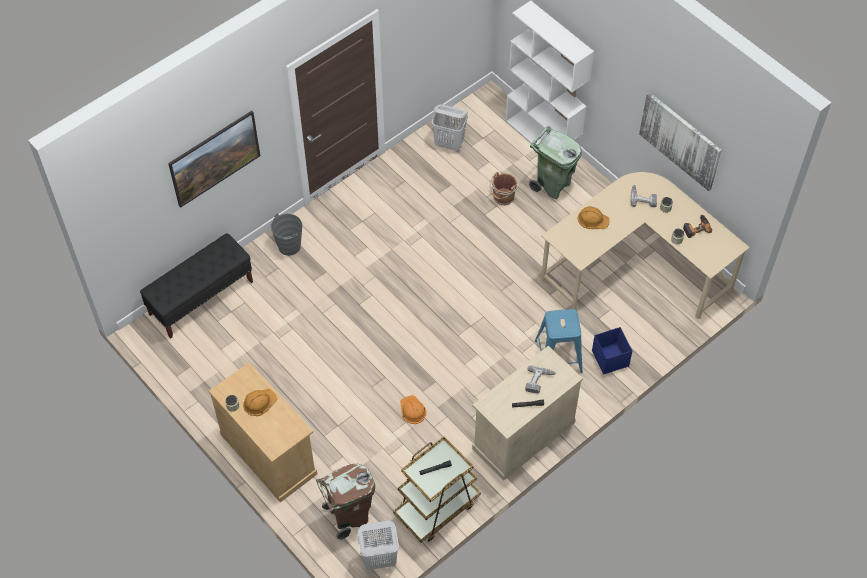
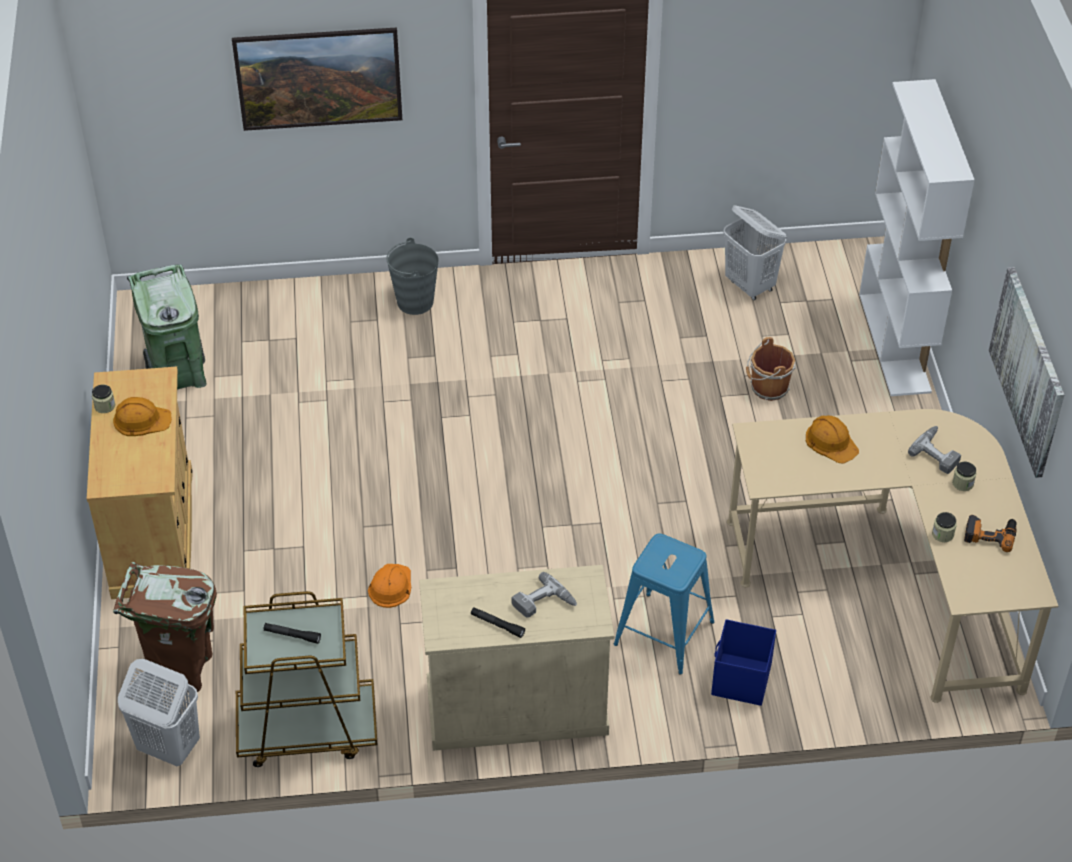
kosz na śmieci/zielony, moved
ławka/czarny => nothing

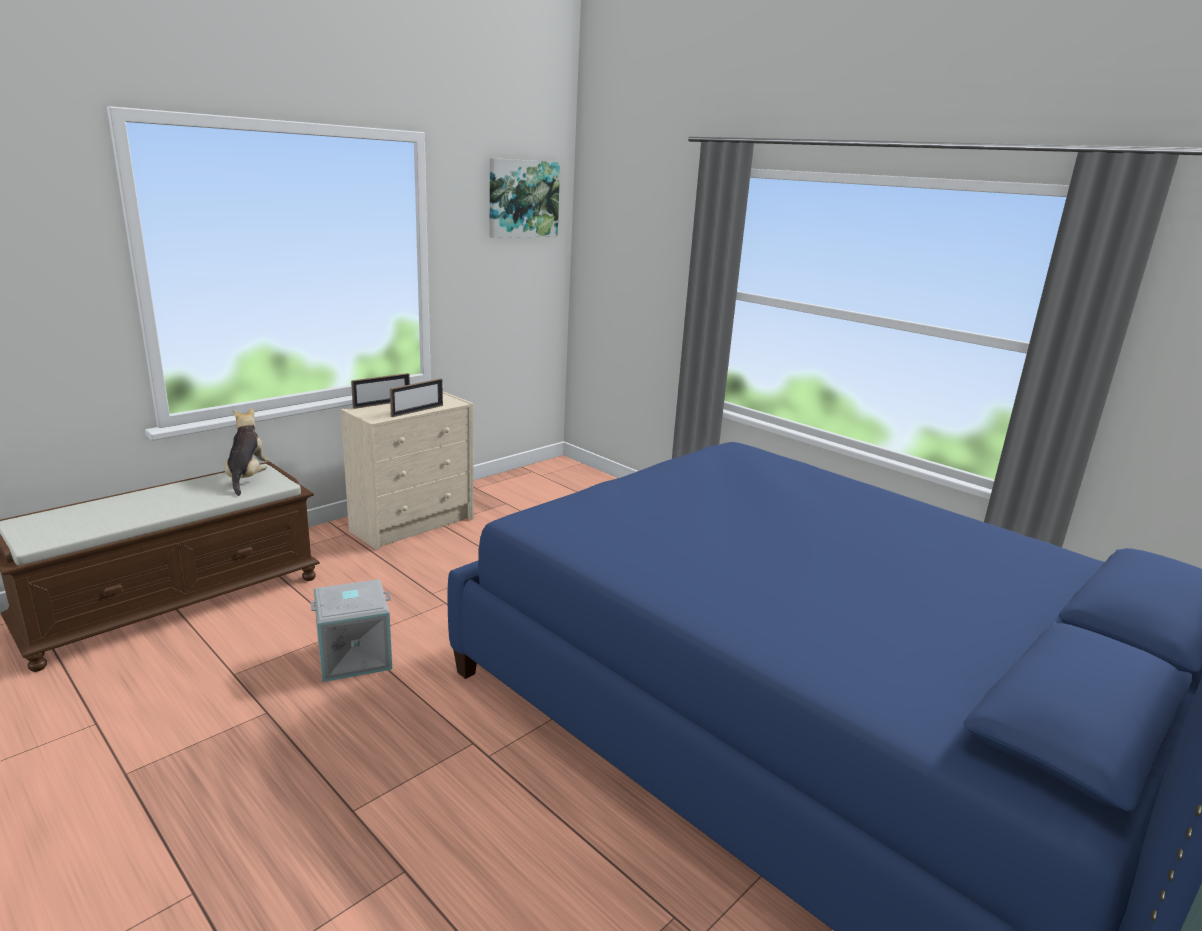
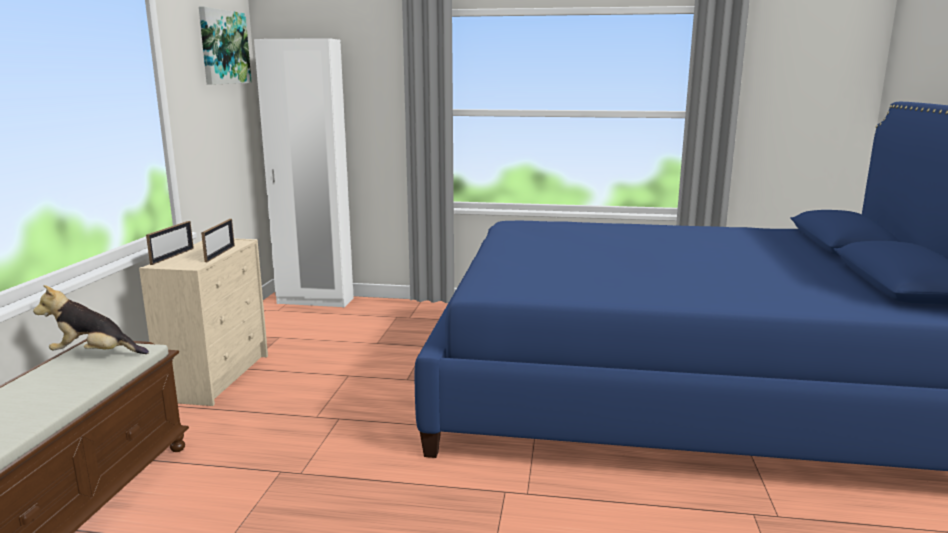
pluszak, 45 degrees counterclockwise
pojemnik do przechowywania/szary => nothing
nothing => szafa/biały

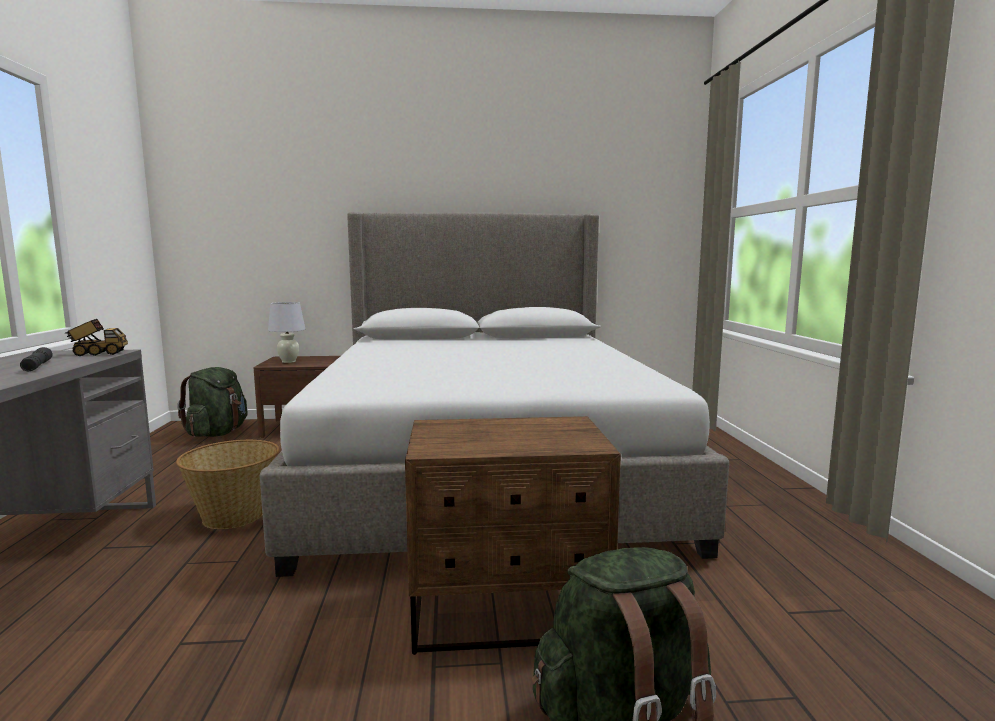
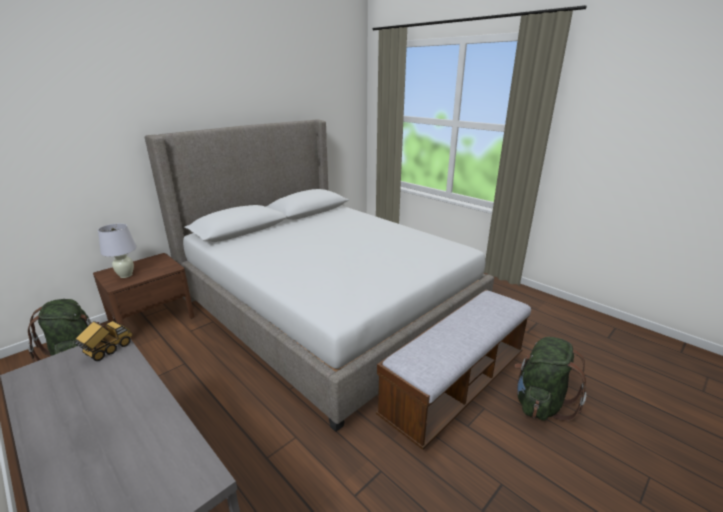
latarka/szary => nothing
szafka nocna/brązowy (2nd from left) => ławka
koszyk => nothing

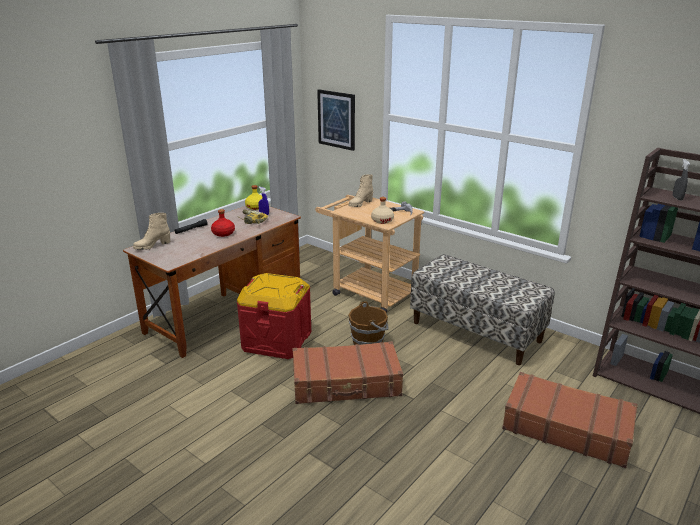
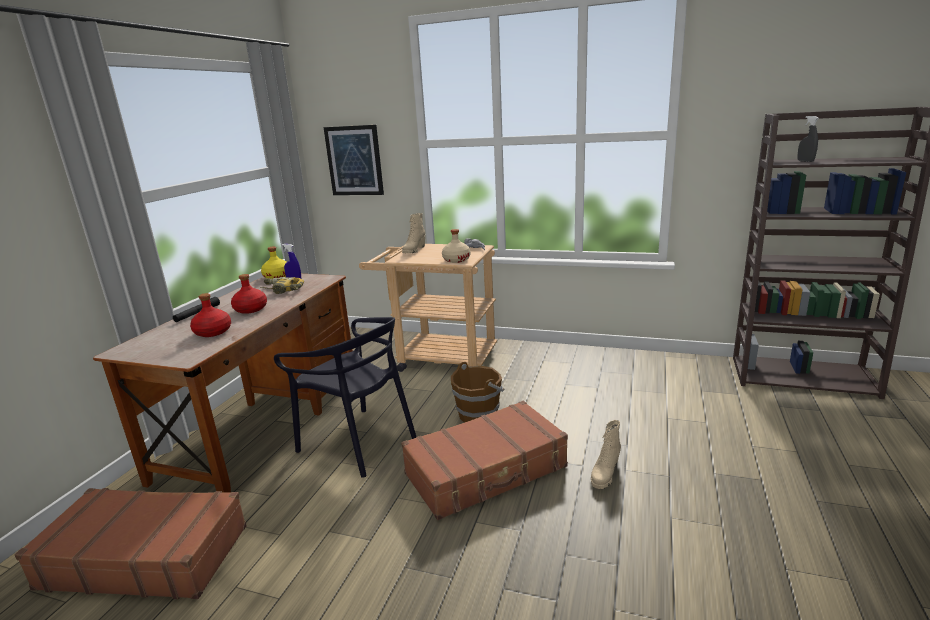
but z cholewką/beżowy (1st from left in the first image) => but z cholewką/beżowy (2nd from left), moved
ławka => nothing
pojemnik do przechowywania/czerwony => krzesło/czarny
walizka/brązowy (2nd from left in the first image) => walizka/brązowy (1st from left), moved
nothing => butelka/czerwony (1st from left)

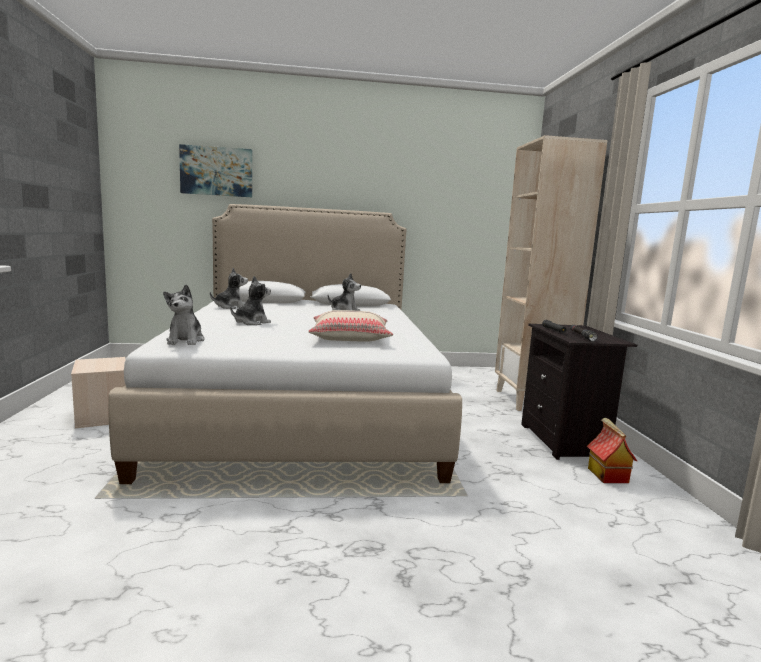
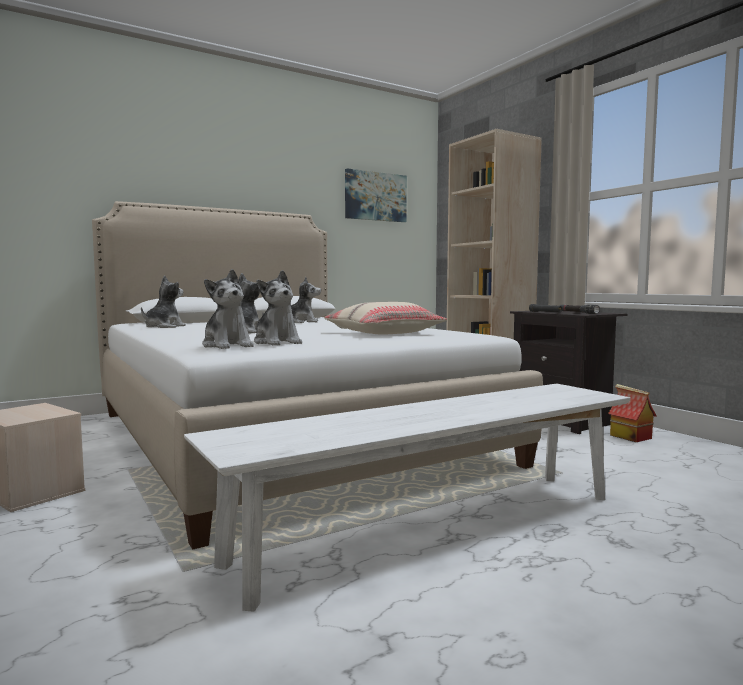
obraz, moved
nothing => pluszak (4th from left)
nothing => ławka/biały

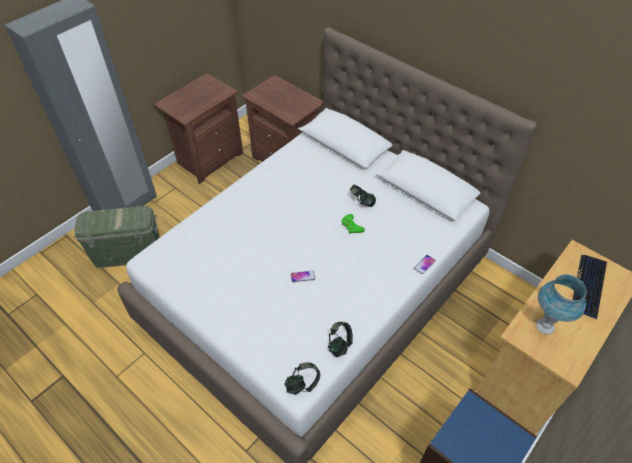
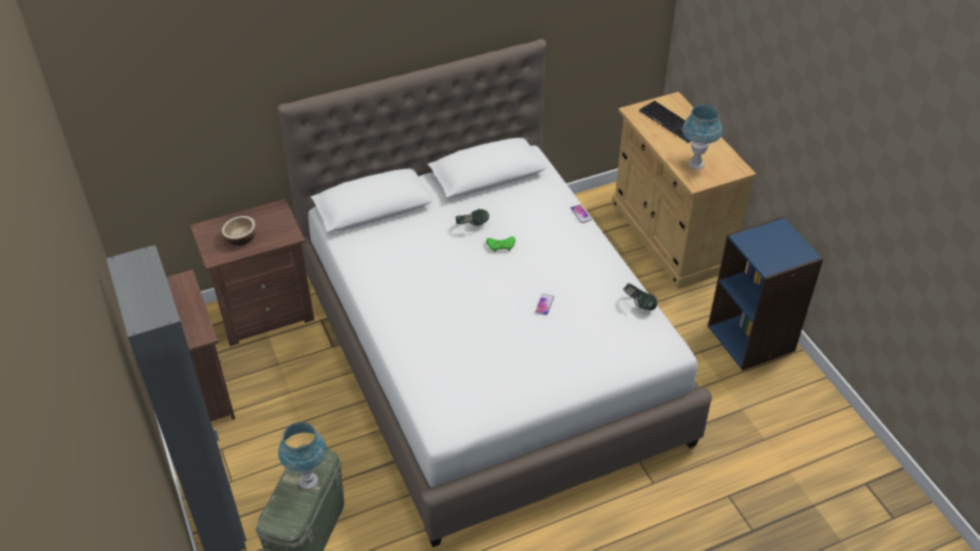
słuchawki (1st from left) => nothing
nothing => miska
nothing => lampa stołowa/niebieski (1st from left)

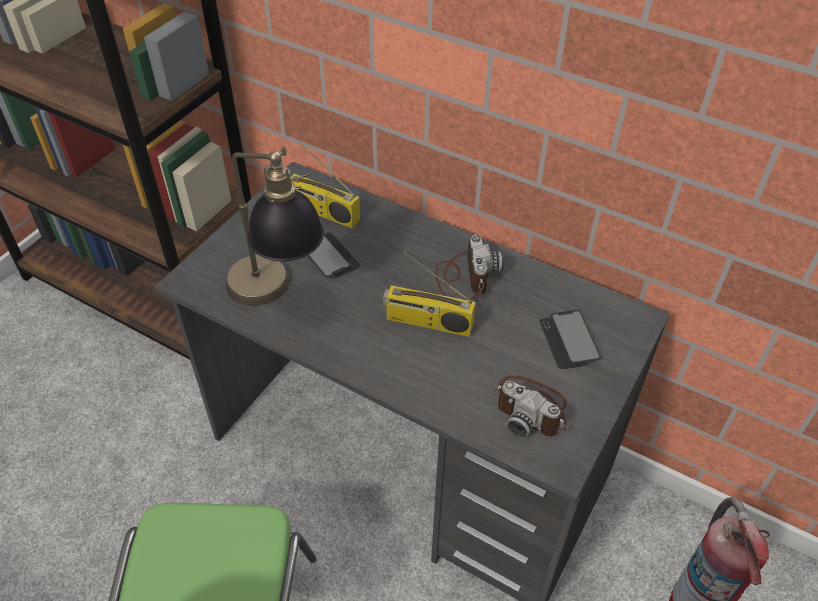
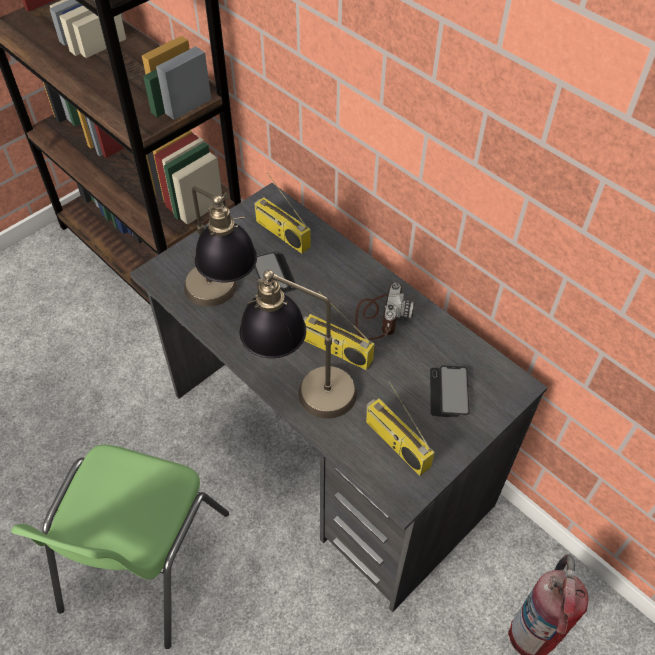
aparat fotograficzny (2nd from left) => radio (3rd from left)
nothing => lampa stołowa (2nd from left)

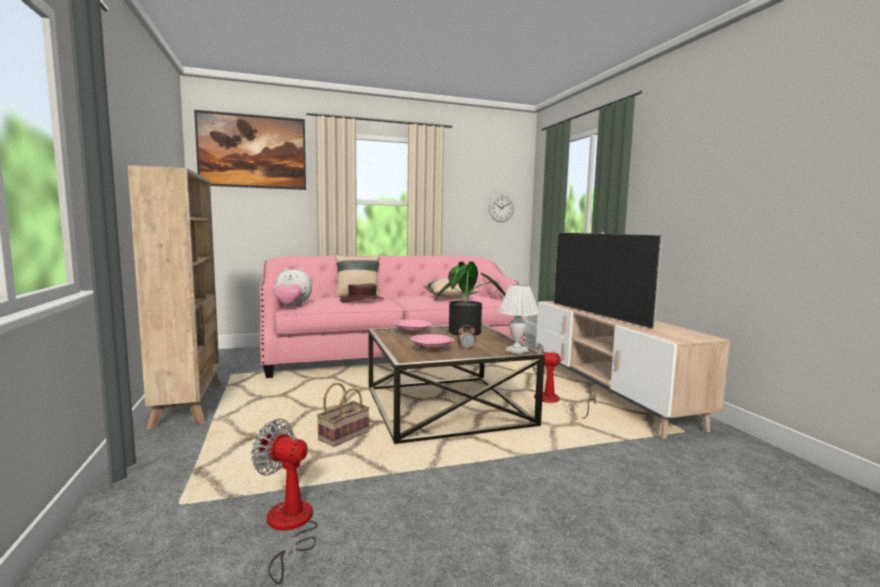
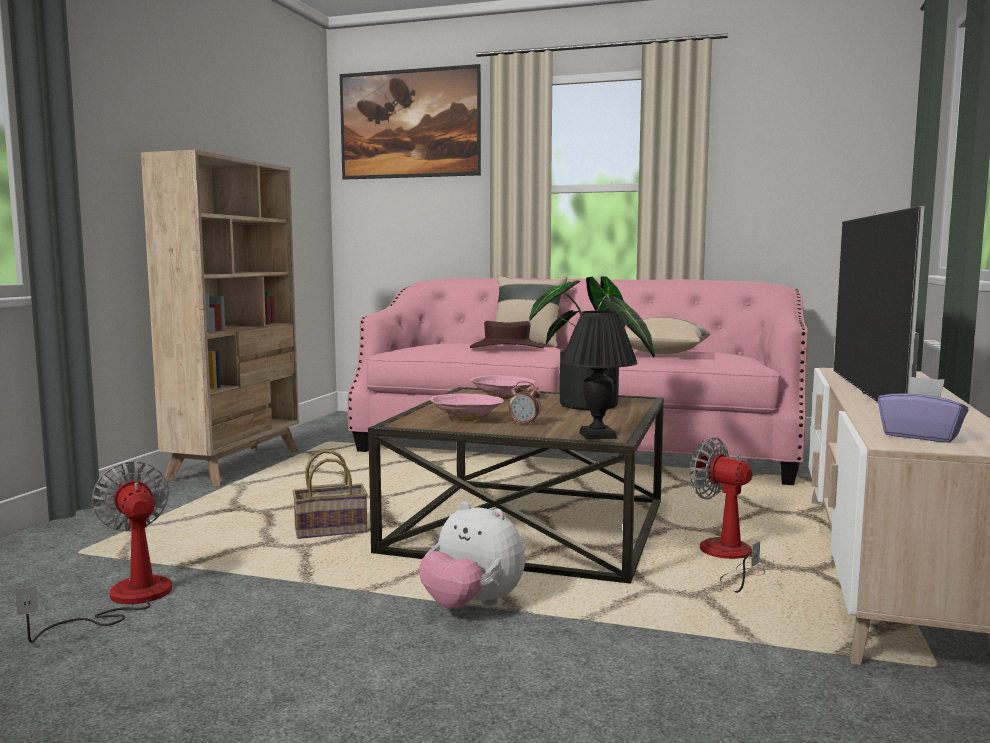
zegar ścienny => nothing
pluszak, moved
lampa stołowa/biały => lampa stołowa/czarny
nothing => pudełko chusteczek/fioletowy

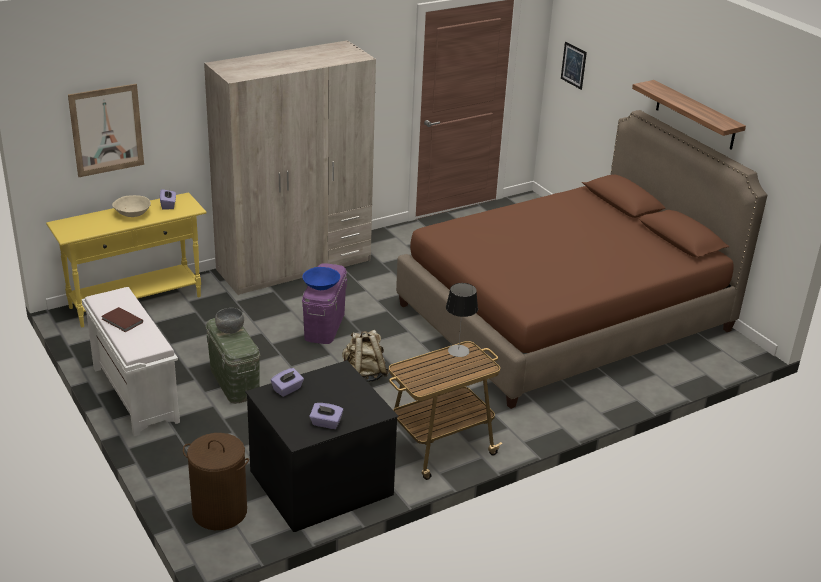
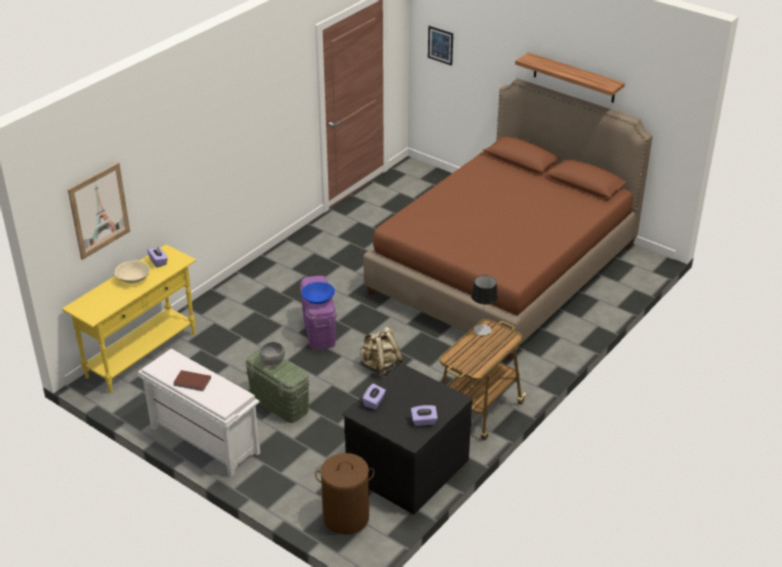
szafa/beżowy => nothing

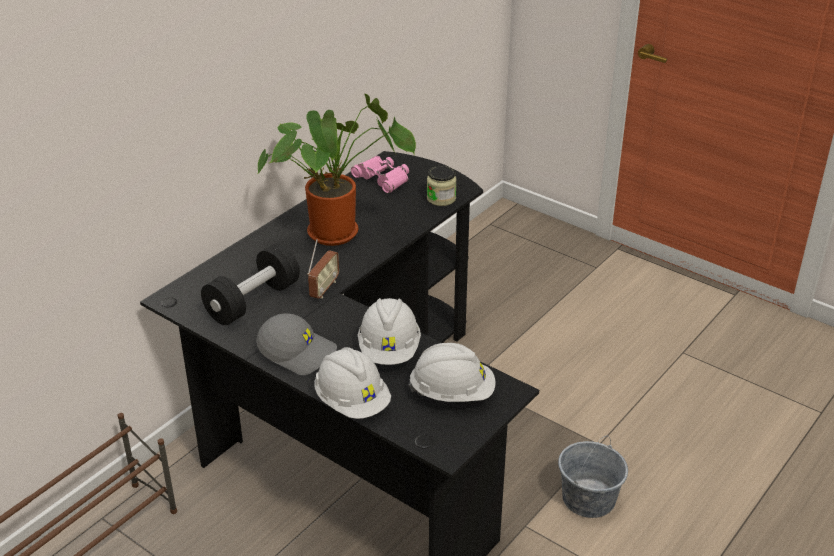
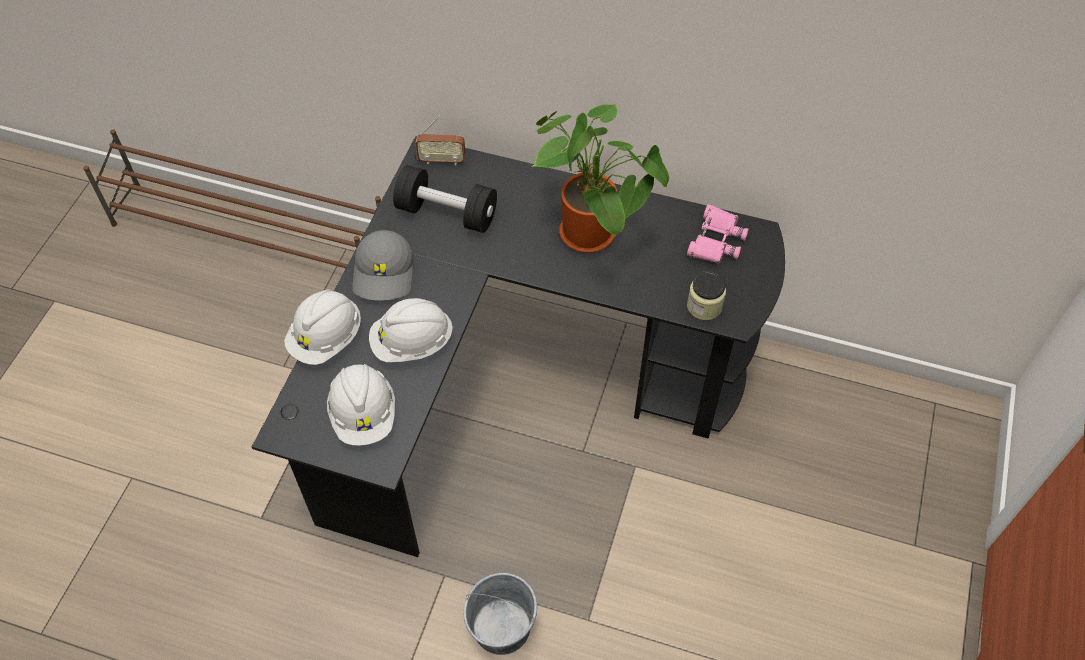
radio, moved

